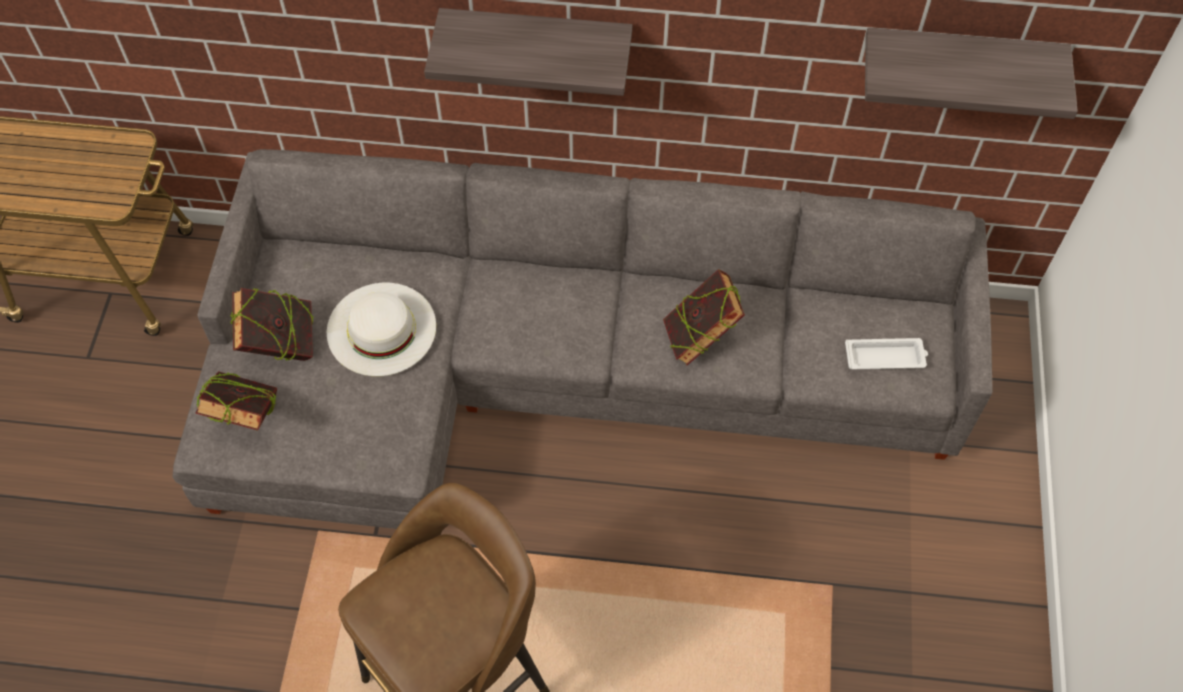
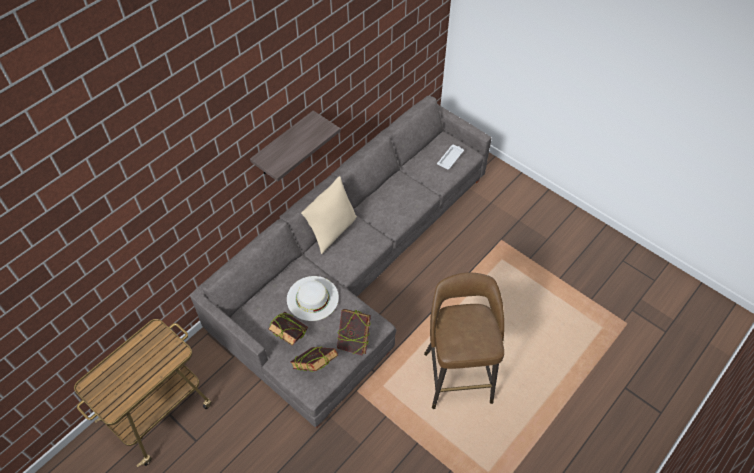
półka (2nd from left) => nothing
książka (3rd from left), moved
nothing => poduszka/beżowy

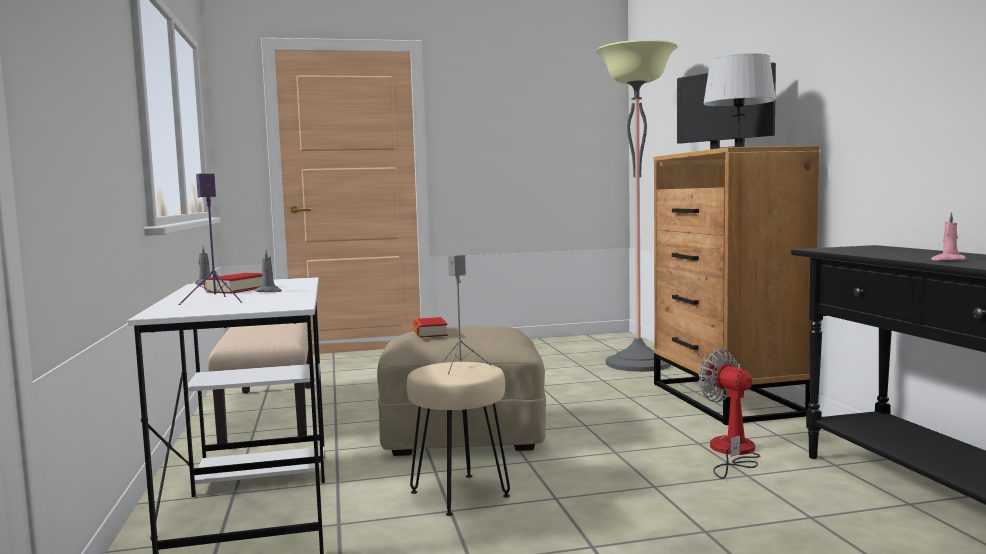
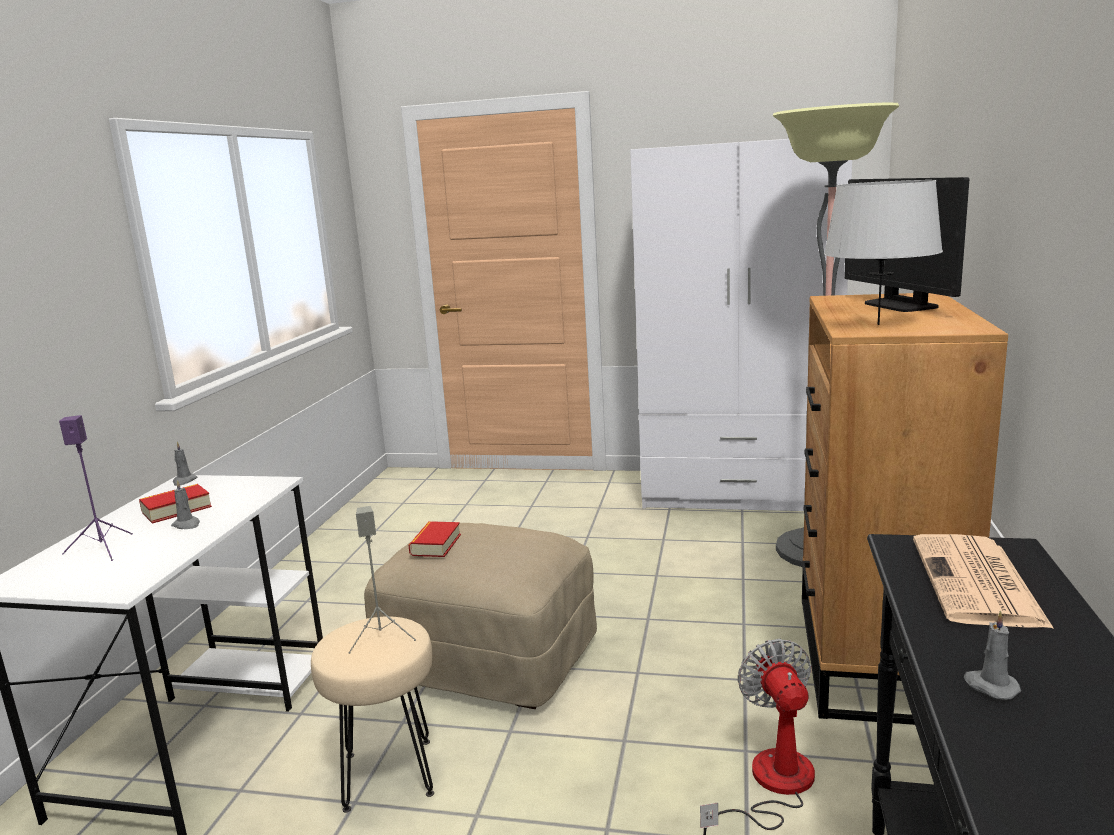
świeca/różowy => świeca/szary (3rd from left)
ławka/beżowy => nothing
nothing => szafa/biały
nothing => gazeta

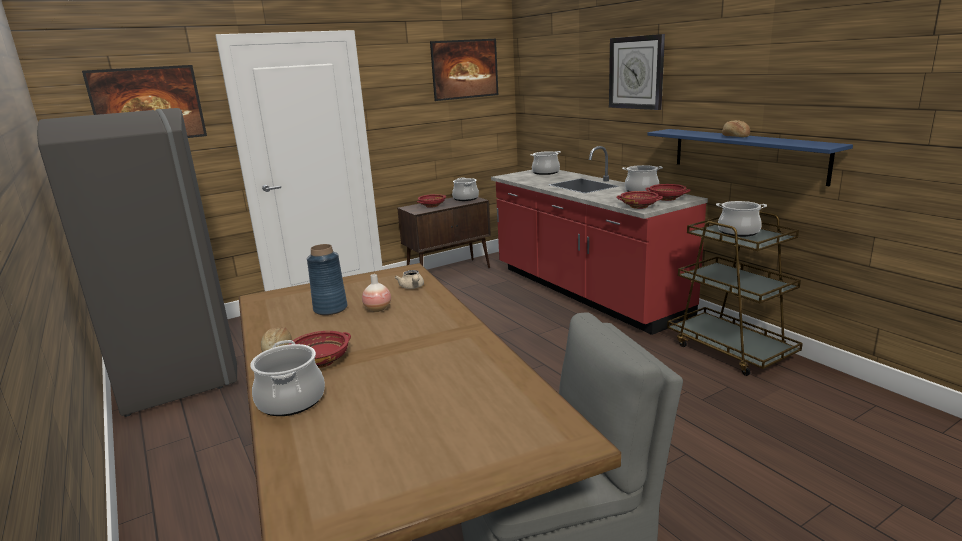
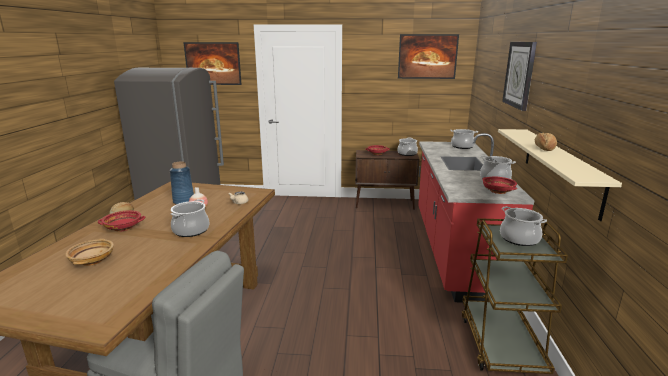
półka/niebieski => półka/beżowy
miska/czerwony (3rd from left) => nothing
garnek (1st from left), moved
nothing => miska/beżowy

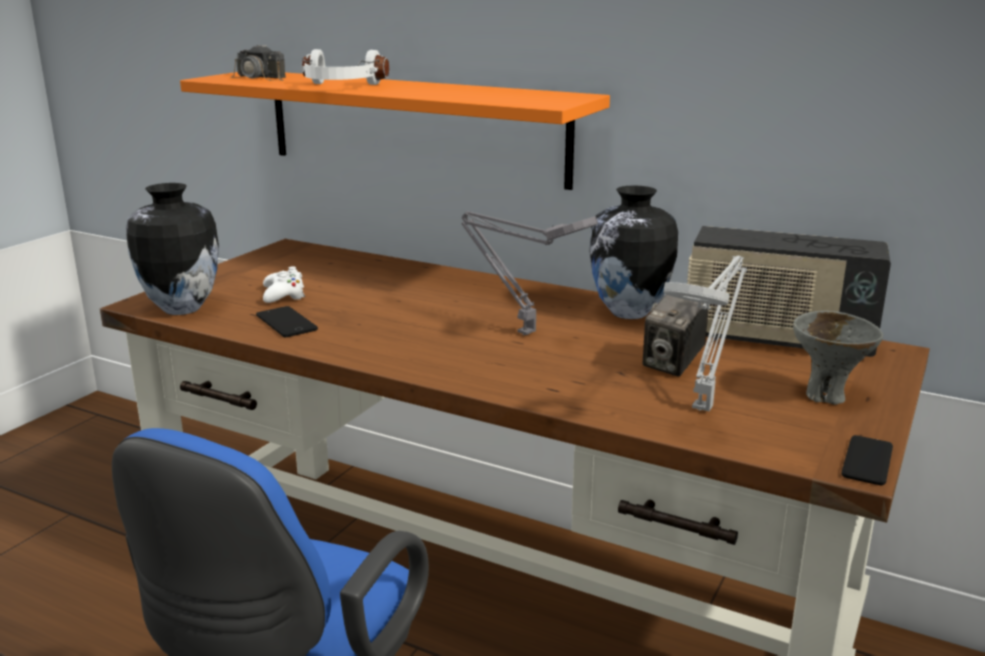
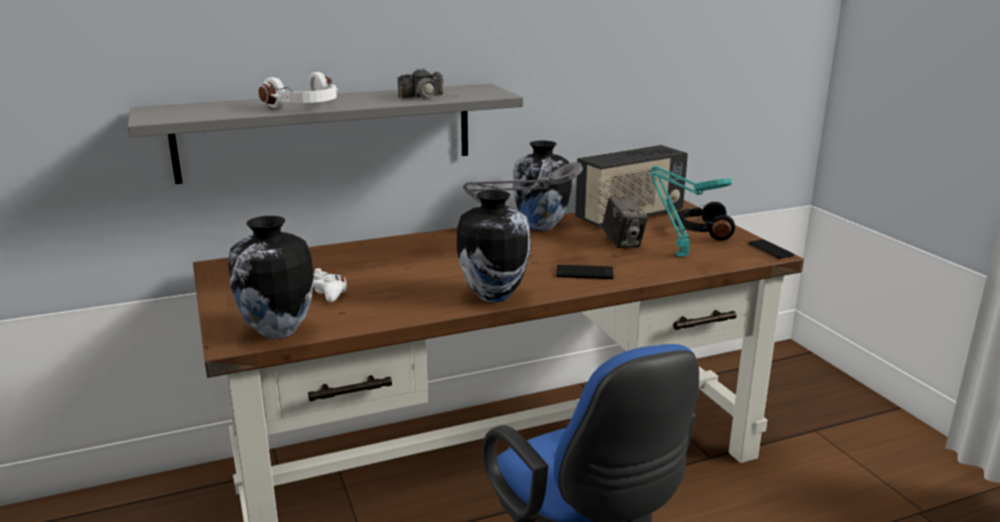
aparat fotograficzny (1st from left), moved
półka/pomarańczowy => półka/szary
lampa stołowa/szary (2nd from left) => lampa stołowa/turkusowy
telefon (1st from left), moved
miska/szary => słuchawki/czarny
nothing => wazon (2nd from left)

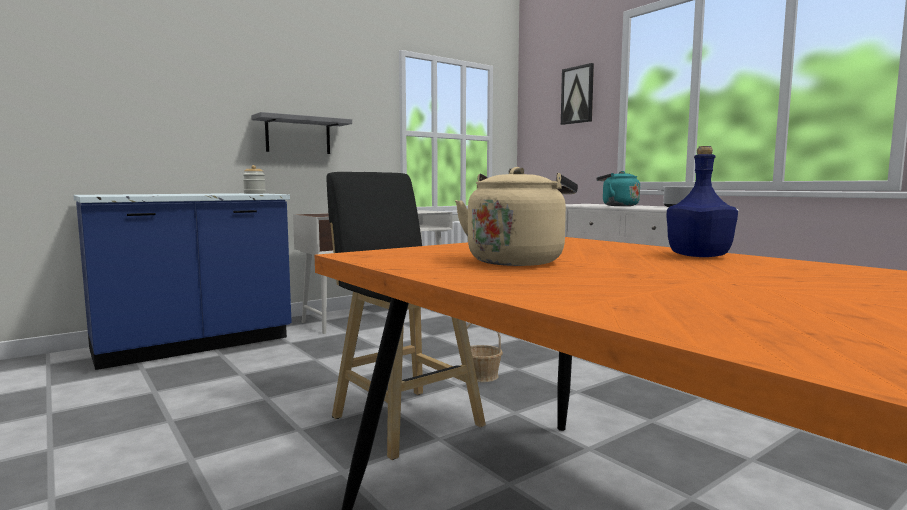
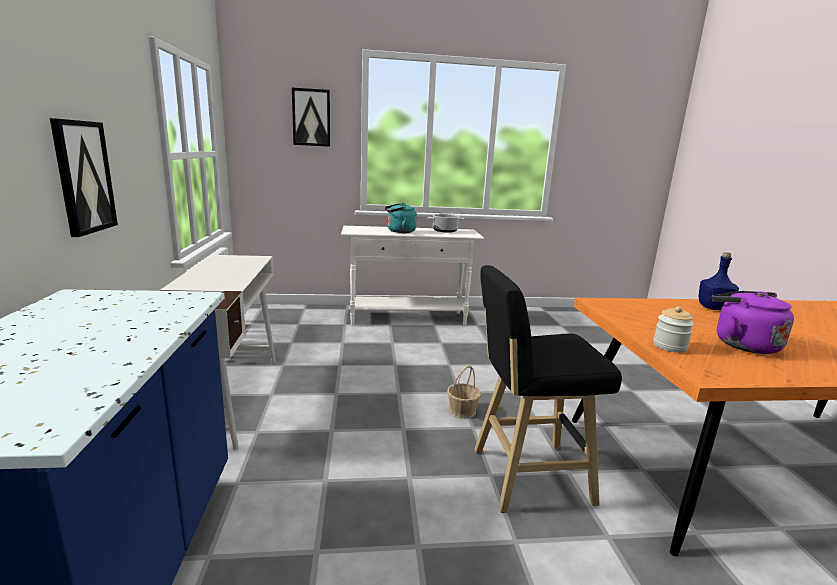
półka/szary => obraz (1st from left)
słoik, moved
czajnik/beżowy => czajnik/fioletowy

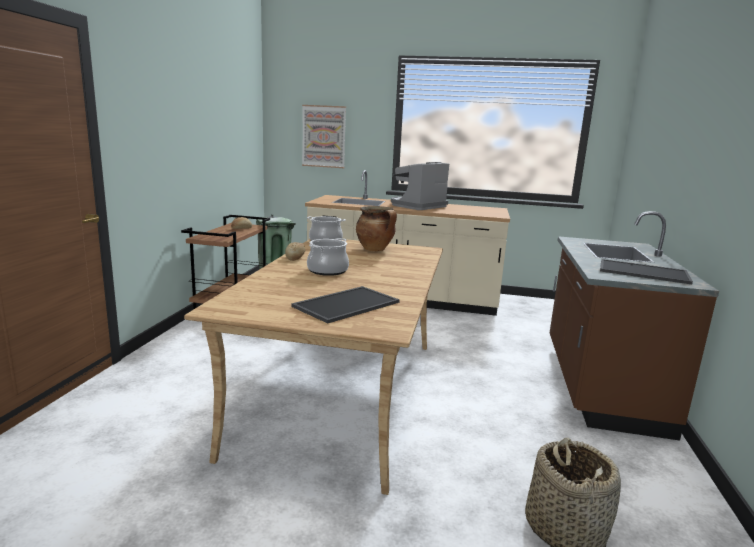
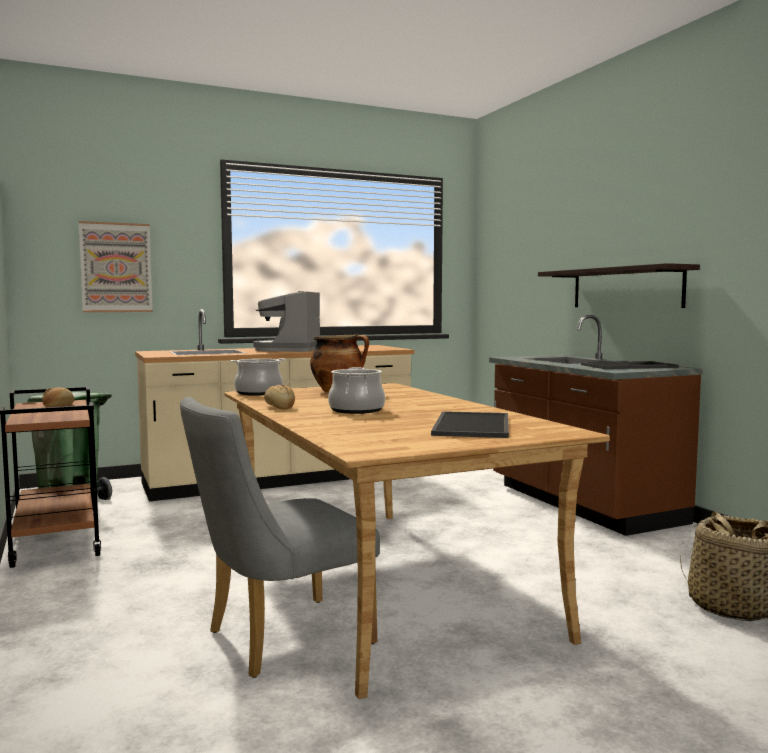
nothing => półka
nothing => krzesło/szary

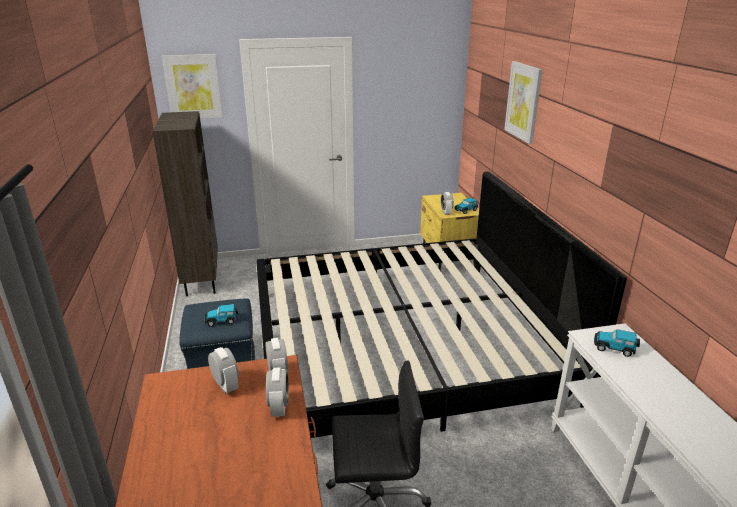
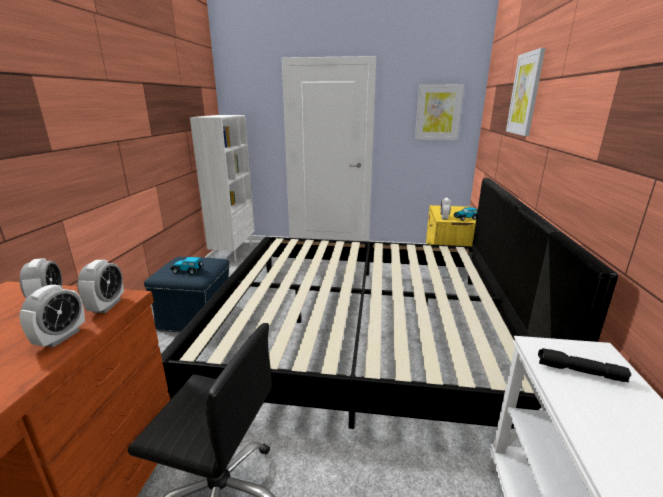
obraz (1st from left), moved
regał/brązowy => regał/biały
samochodzik (3rd from left) => latarka/czarny

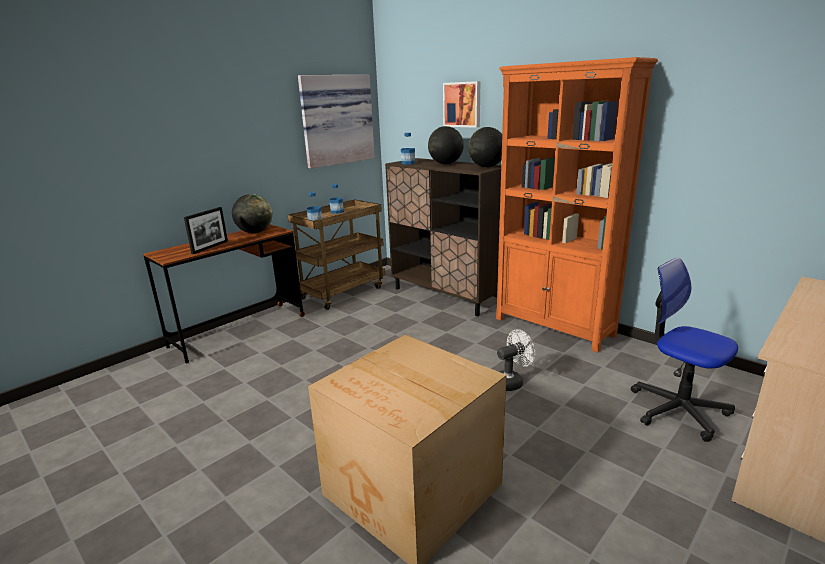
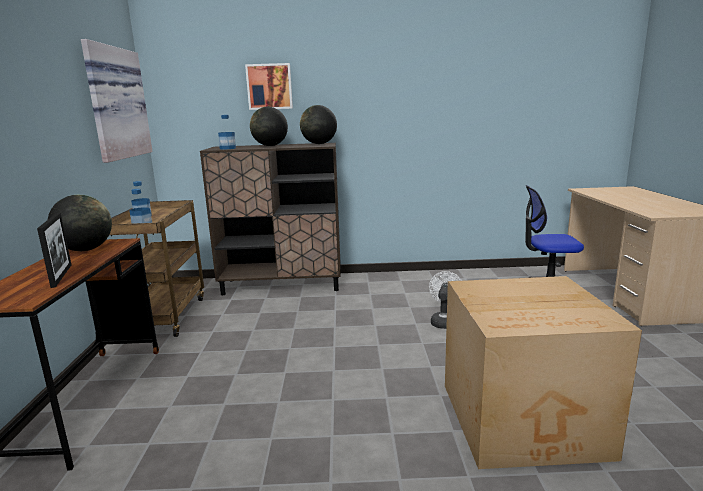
regał/pomarańczowy => nothing

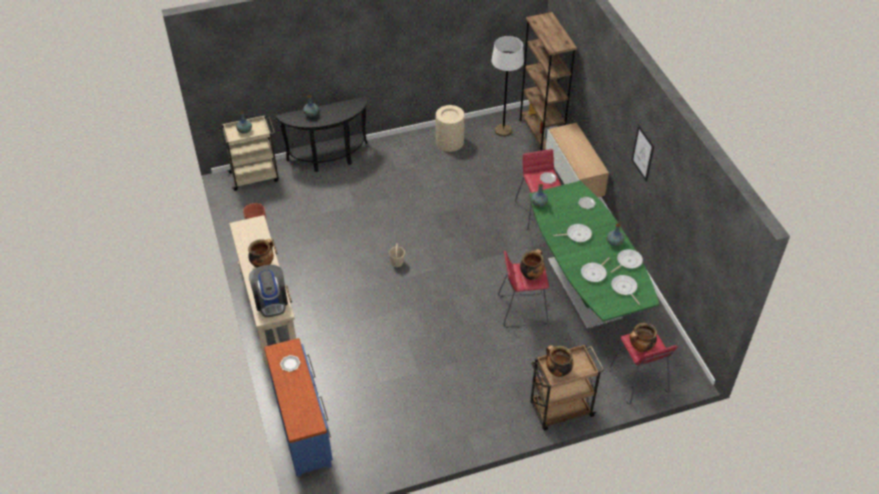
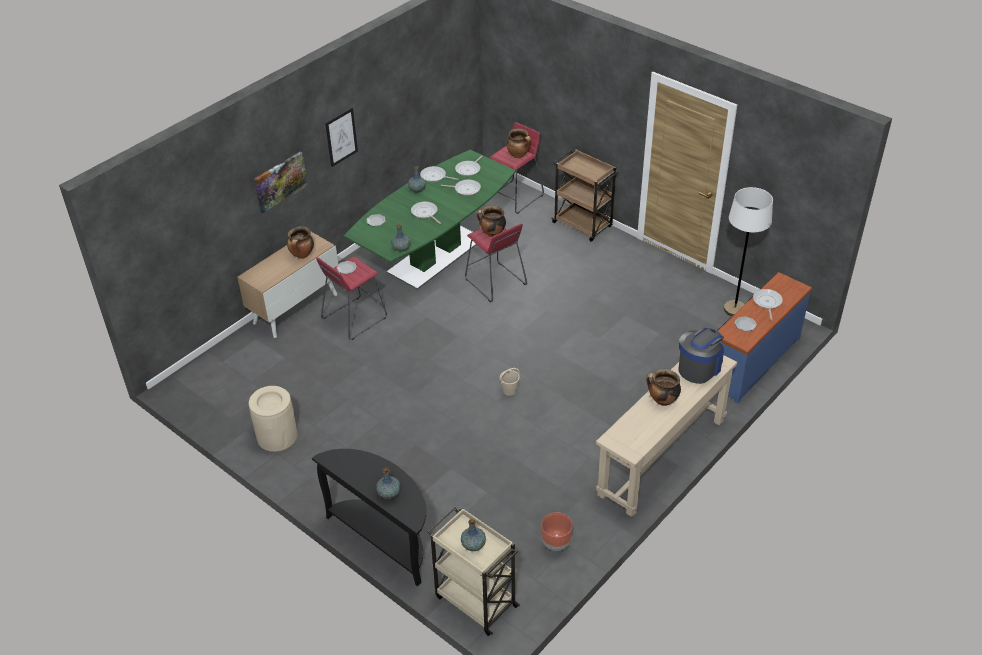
regał/brązowy => nothing
lampa stojąca/biały, moved
garnek (3rd from left in the first image) => garnek (1st from left), moved
nothing => obraz (1st from left)
nothing => patelnia (5th from left)

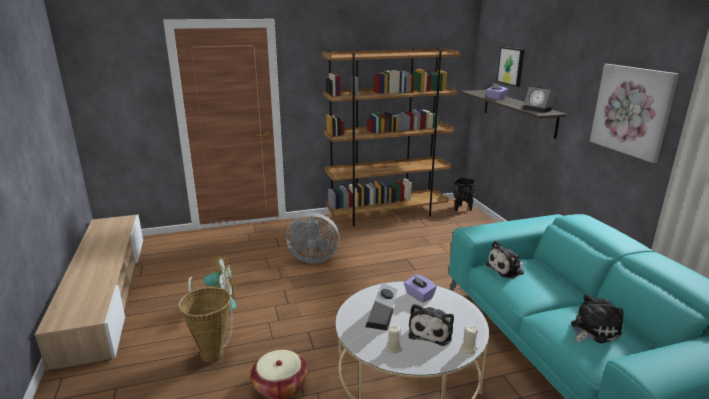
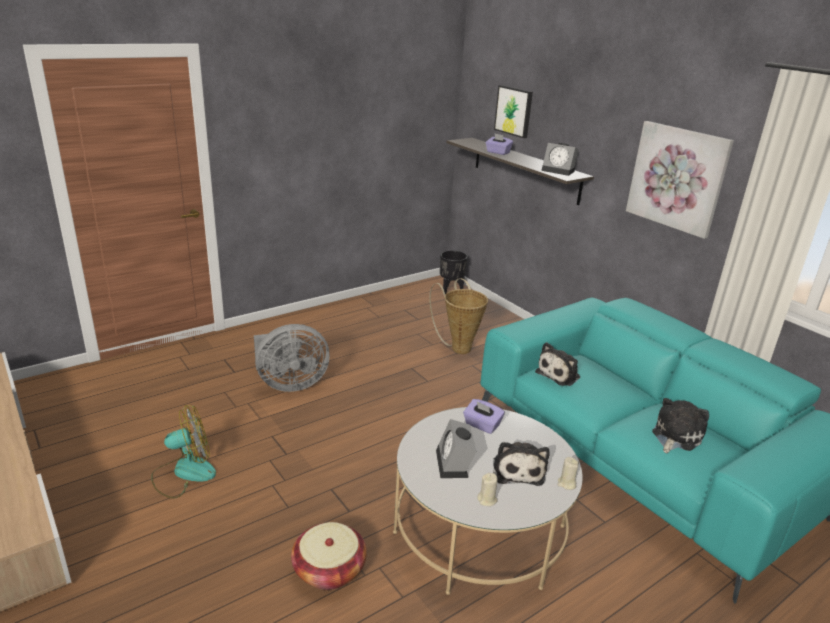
regał/brązowy => nothing
koszyk (1st from left in the first image) => koszyk (2nd from left), moved

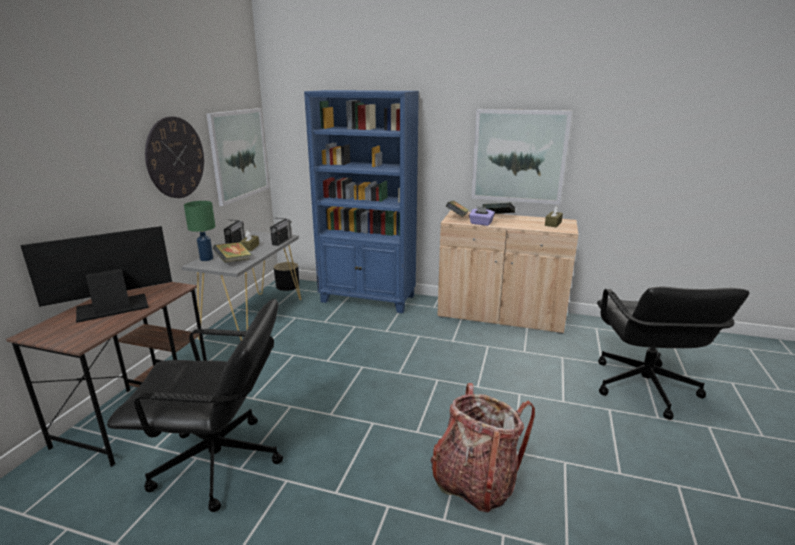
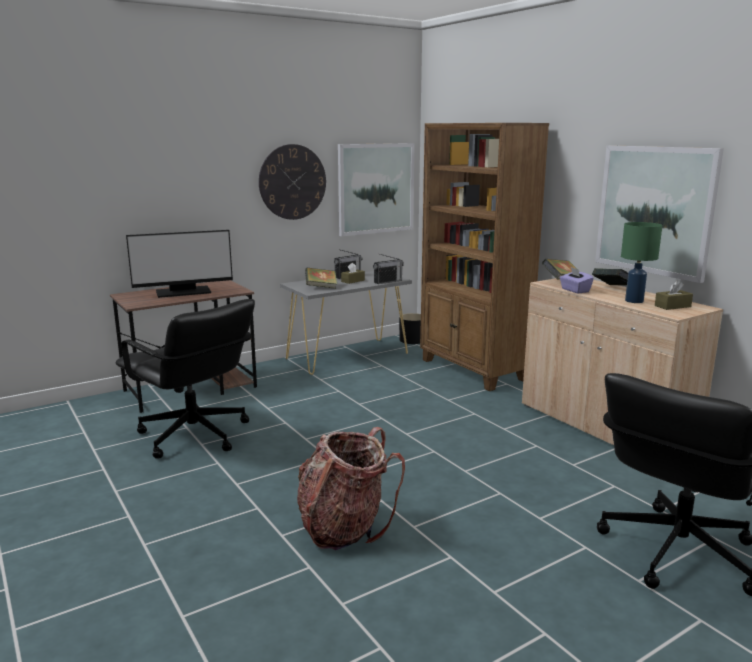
regał/niebieski => regał/brązowy
lampa stołowa/zielony, moved
monitor, 150 degrees clockwise

